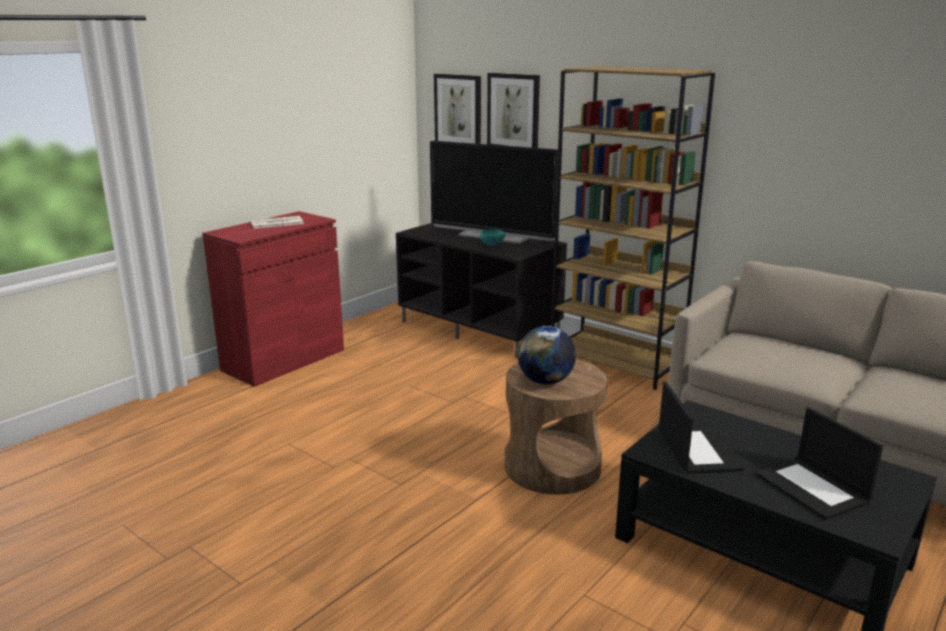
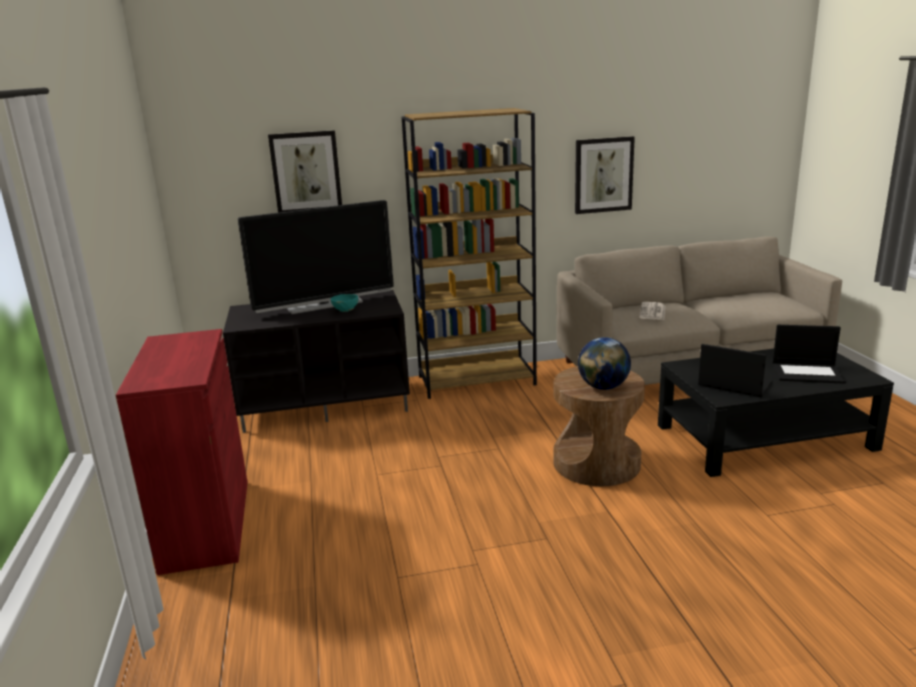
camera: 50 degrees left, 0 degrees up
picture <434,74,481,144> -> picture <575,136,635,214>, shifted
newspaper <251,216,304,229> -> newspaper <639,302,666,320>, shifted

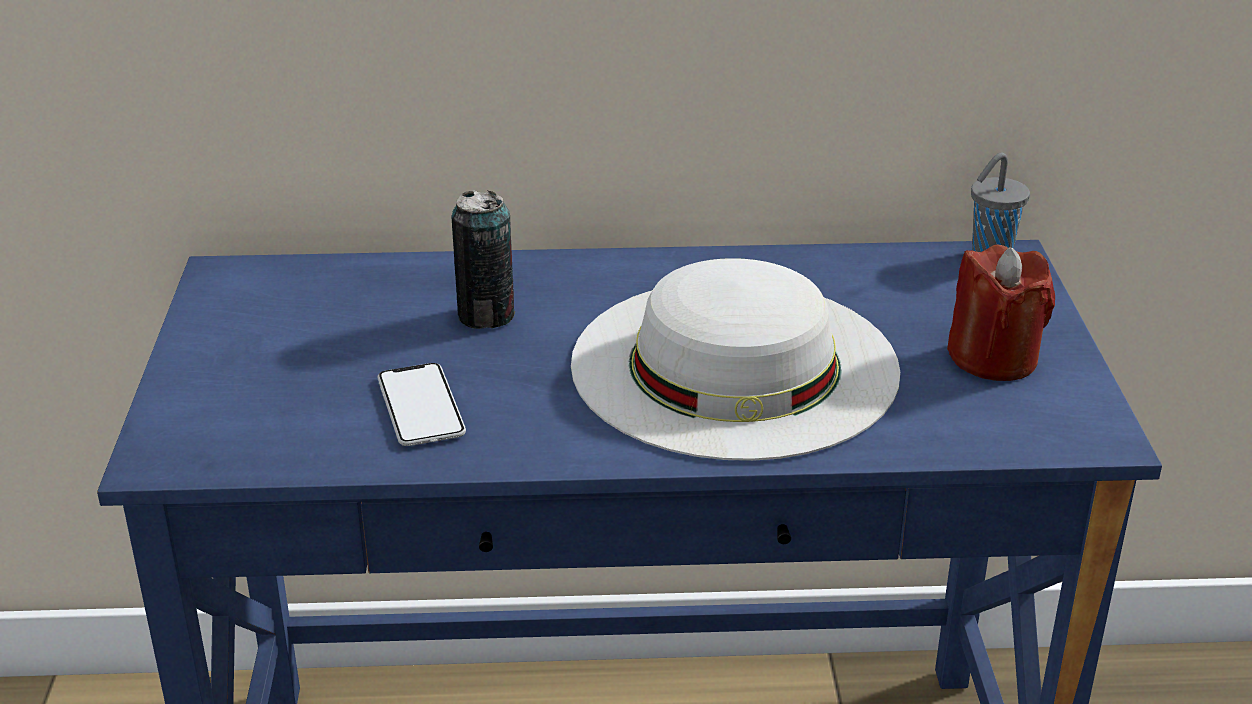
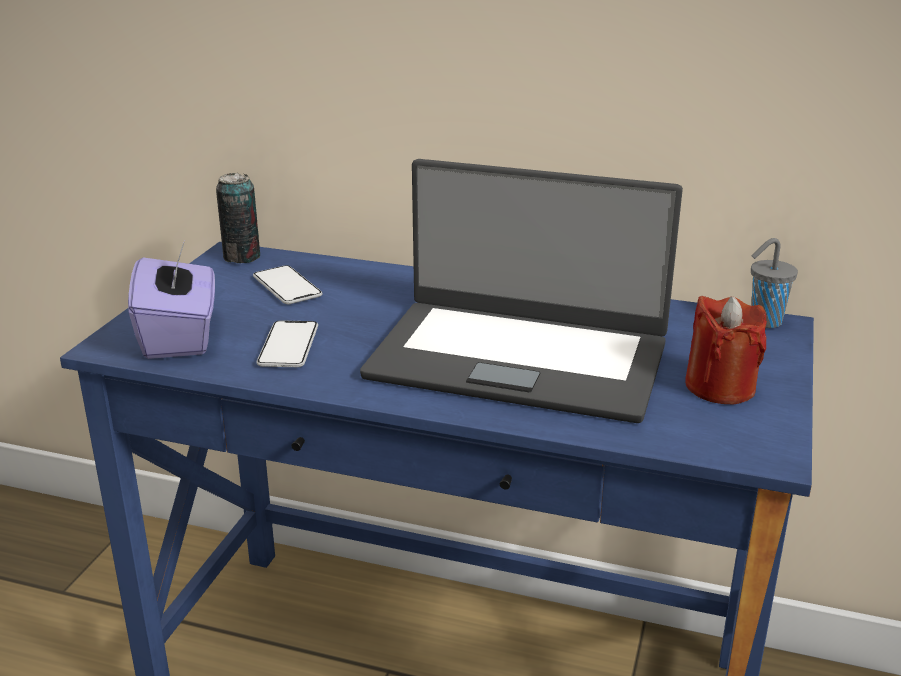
camera: 20 degrees right, 5 degrees down
none -> purple tissue box <128,241,215,359>
can <451,190,515,329> -> can <216,173,260,263>, shifted
none -> phone <253,265,323,305>
white hat <571,258,900,461> -> laptop <360,159,683,423>

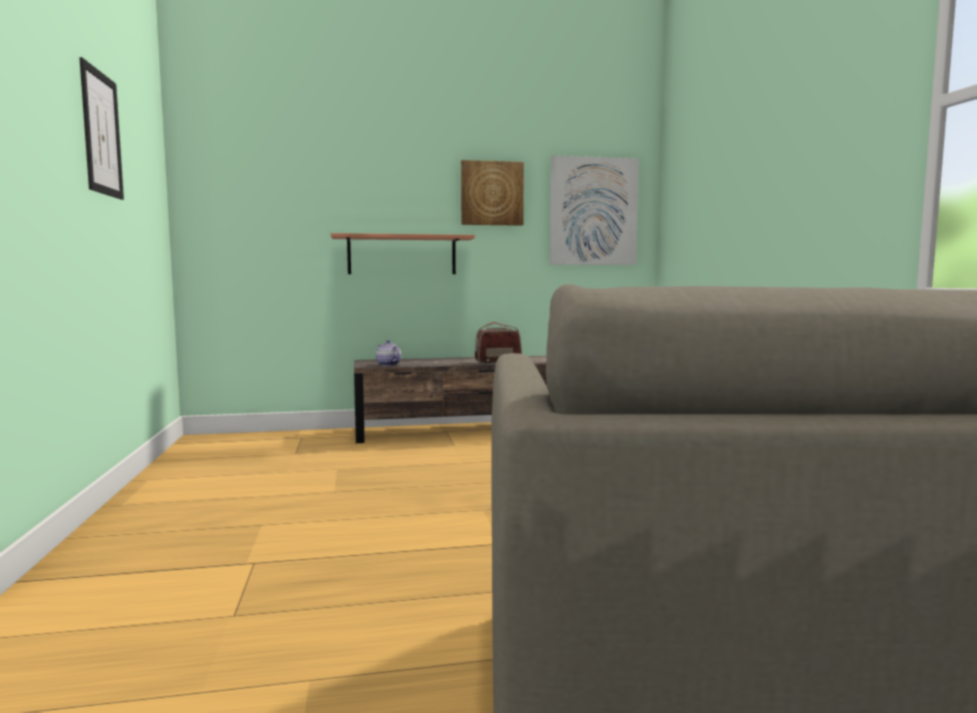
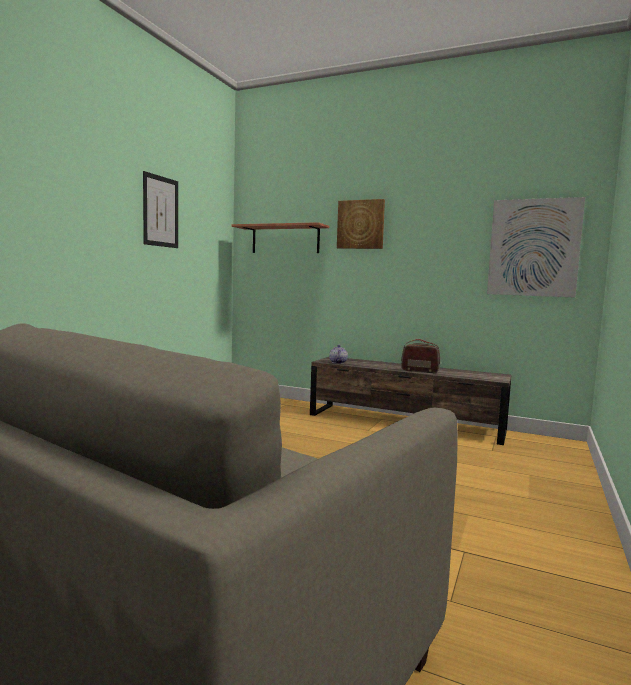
camera: 35 degrees right, 0 degrees up
shelf <331,233,475,274> -> shelf <232,222,329,253>, shifted
picture <461,160,524,226> -> picture <337,199,385,249>, shifted

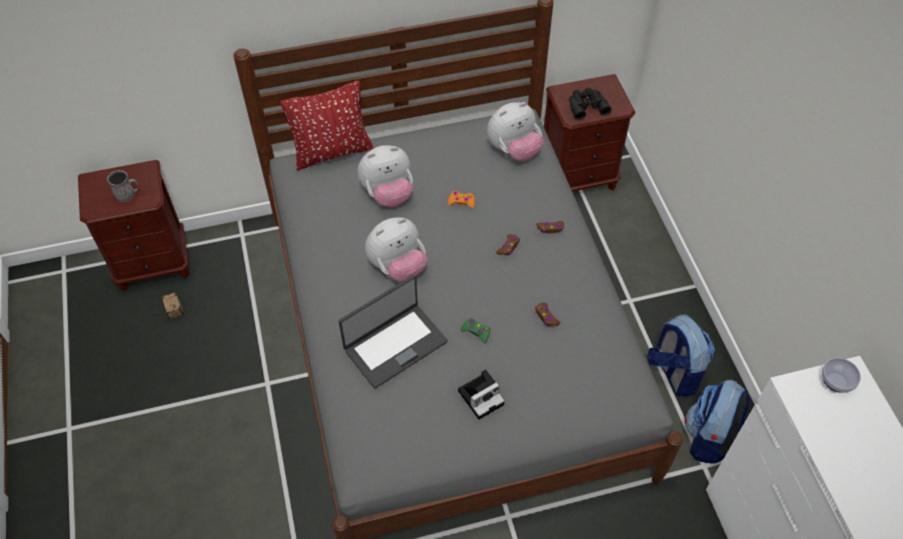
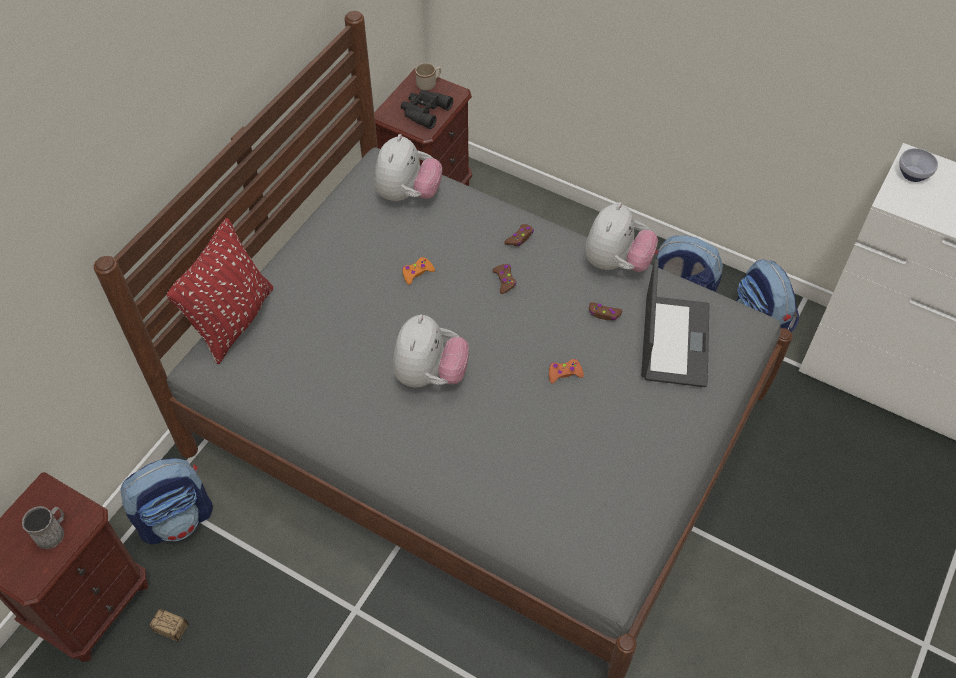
camera: 45 degrees left, 0 degrees up
none -> backpack <120,458,213,544>
none -> beige mug <415,63,441,91>
green game controller <461,318,490,343> -> orange game controller <549,359,584,383>
plush toy <357,145,413,207> -> plush toy <585,202,658,272>, shifted
laptop <339,275,448,388> -> laptop <641,259,709,387>, shifted
photo camera <458,369,505,419> -> none

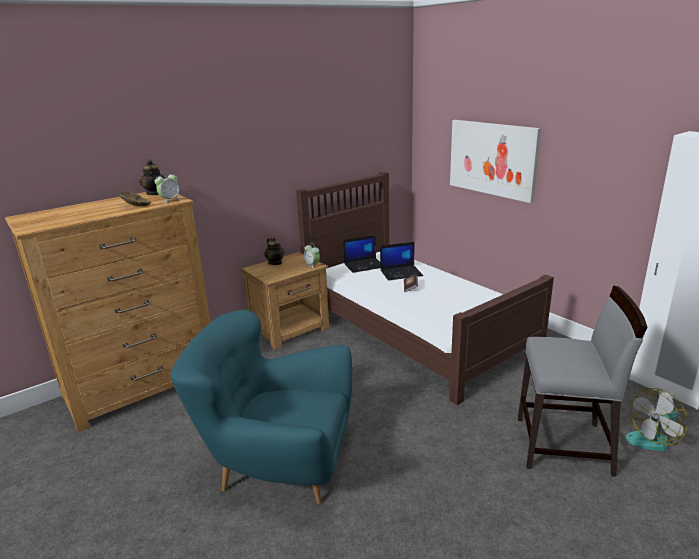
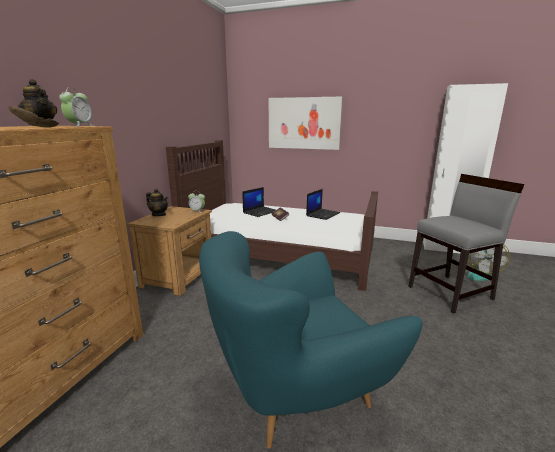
camera: 35 degrees left, 5 degrees down
laptop <343,235,380,273> -> laptop <306,189,340,220>, shifted

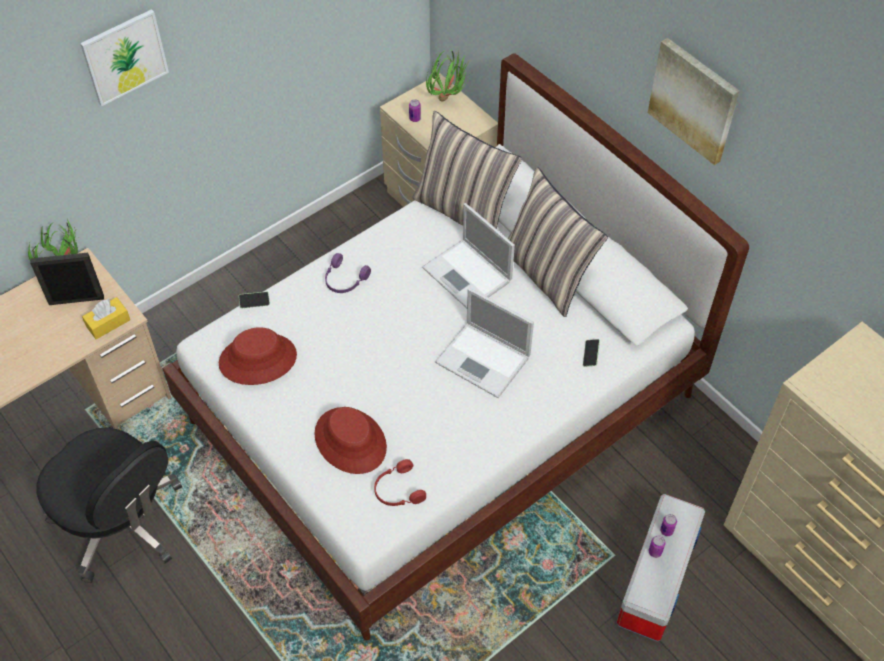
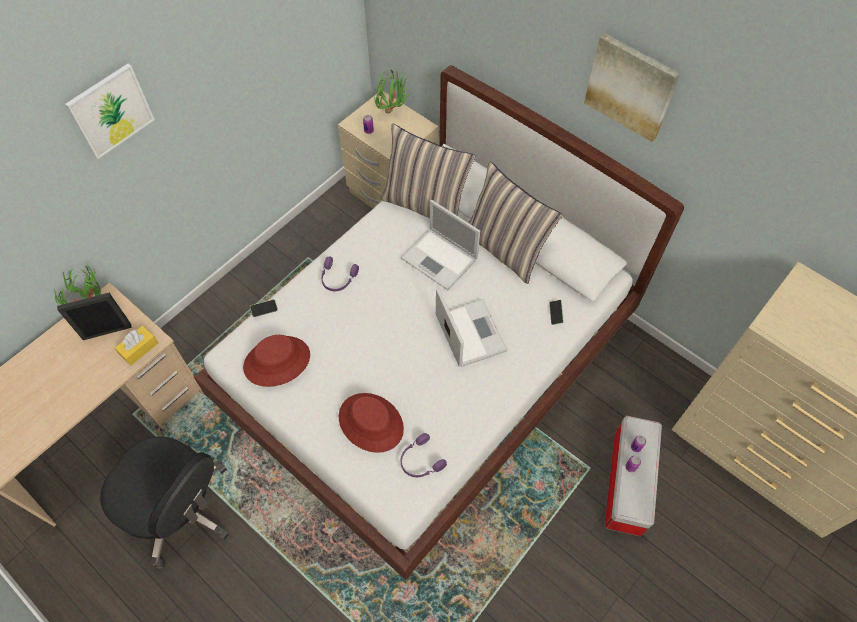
camera: 10 degrees left, 5 degrees up
red headphones <374,459,426,506> -> purple headphones <401,433,447,477>
laptop <435,288,534,398> -> laptop <436,288,507,367>, 135 degrees counterclockwise

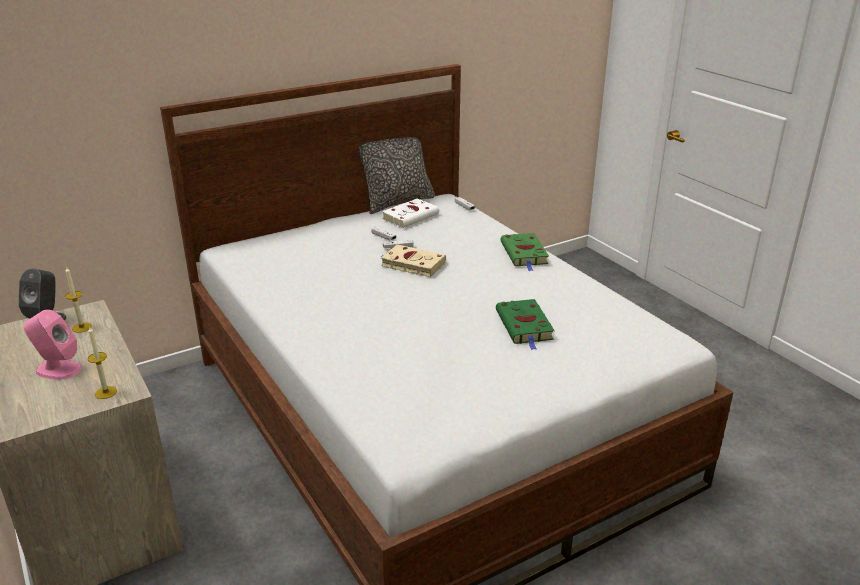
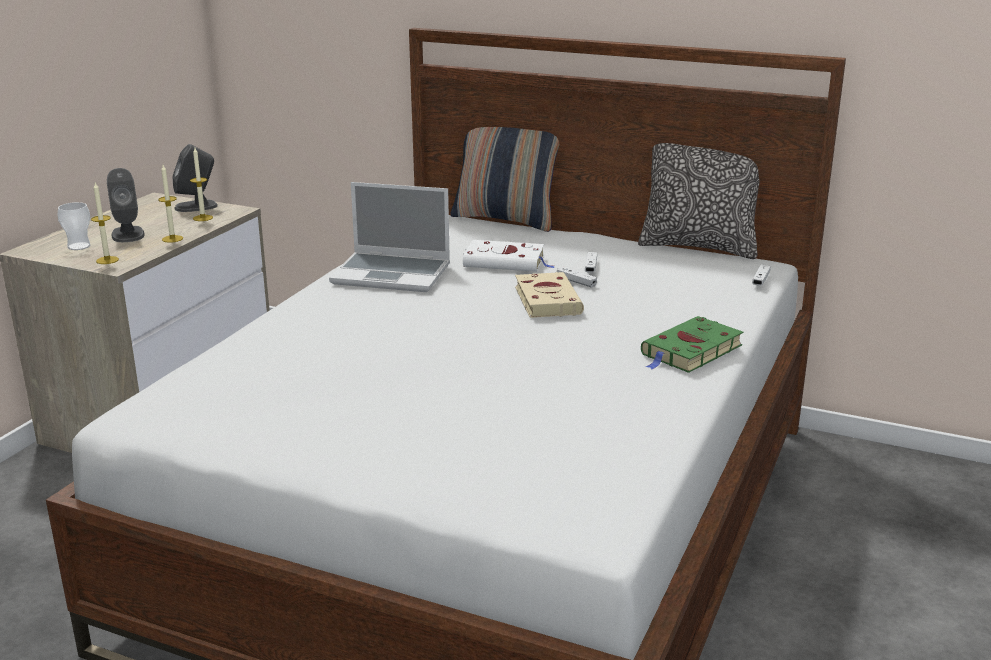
camera: 55 degrees right, 5 degrees down
none -> cup <58,202,90,250>
pink speaker <24,310,82,379> -> grey speaker <107,168,145,242>
none -> candle <158,165,183,243>
none -> laptop <329,182,450,292>
none -> pillow <451,127,559,232>
white book <382,198,439,228> -> white book <463,240,554,272>, shifted
green book <496,299,555,350> -> none

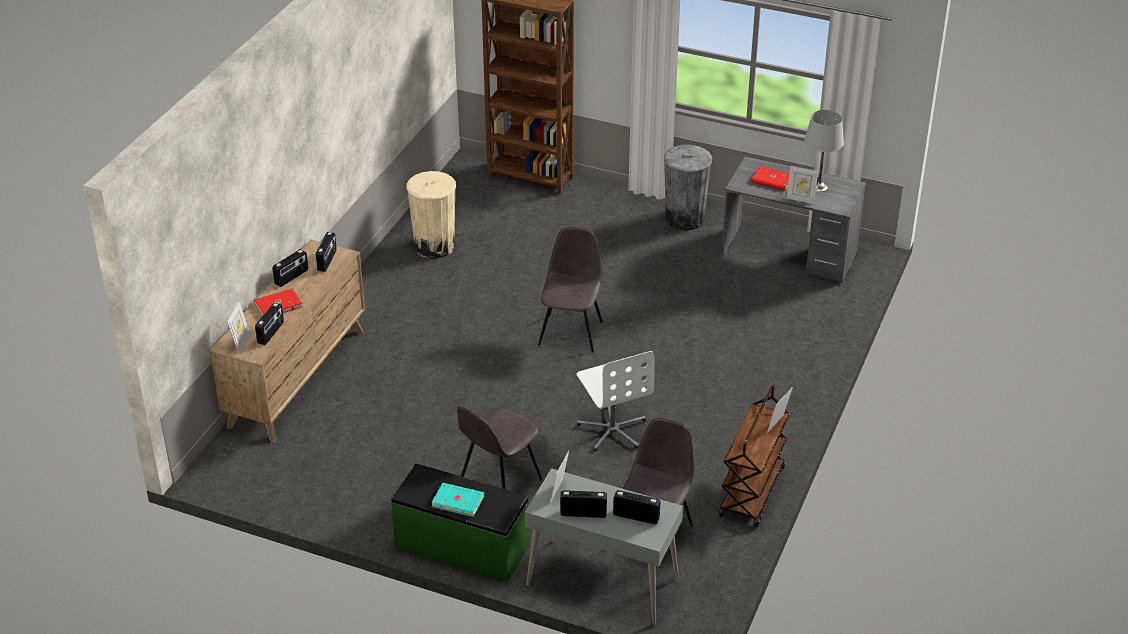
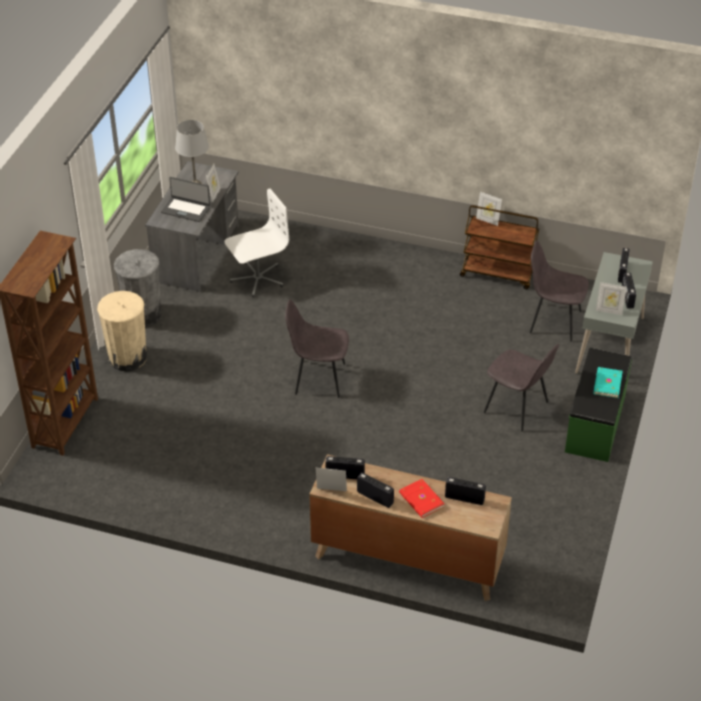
camera: 95 degrees left, 5 degrees up
beige trash can <406,171,456,259> -> beige trash can <97,291,147,371>, shifted
red book <751,166,790,191> -> laptop <161,177,210,222>
white office chair <576,351,654,451> -> white office chair <224,189,289,297>, shifted
picture frame <227,302,250,353> -> picture frame <316,468,347,491>, shifted

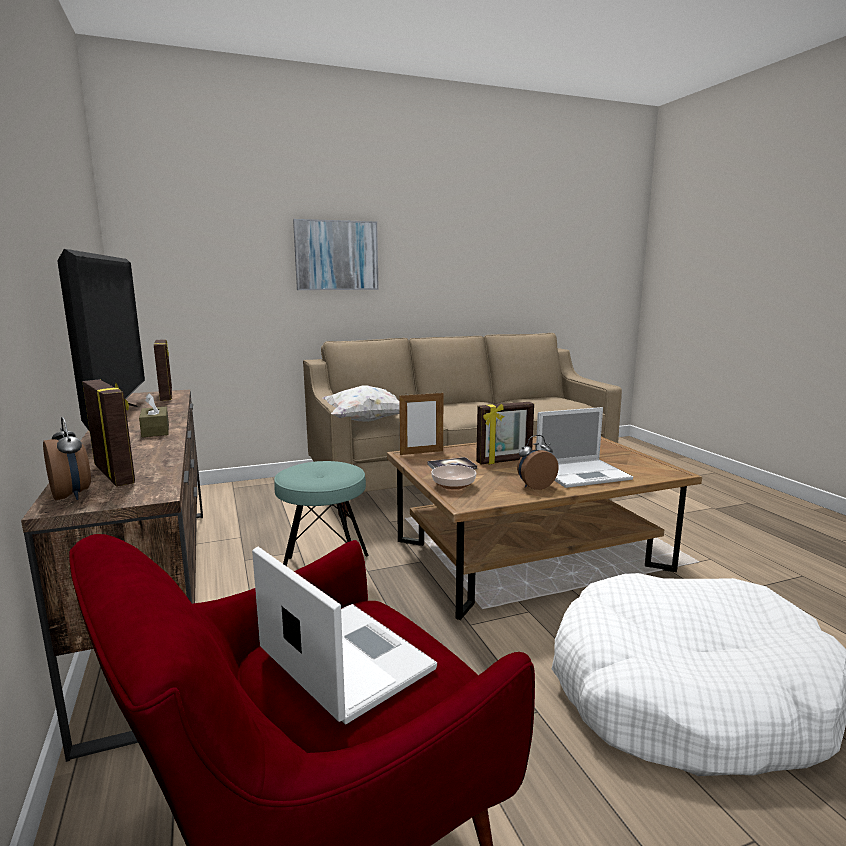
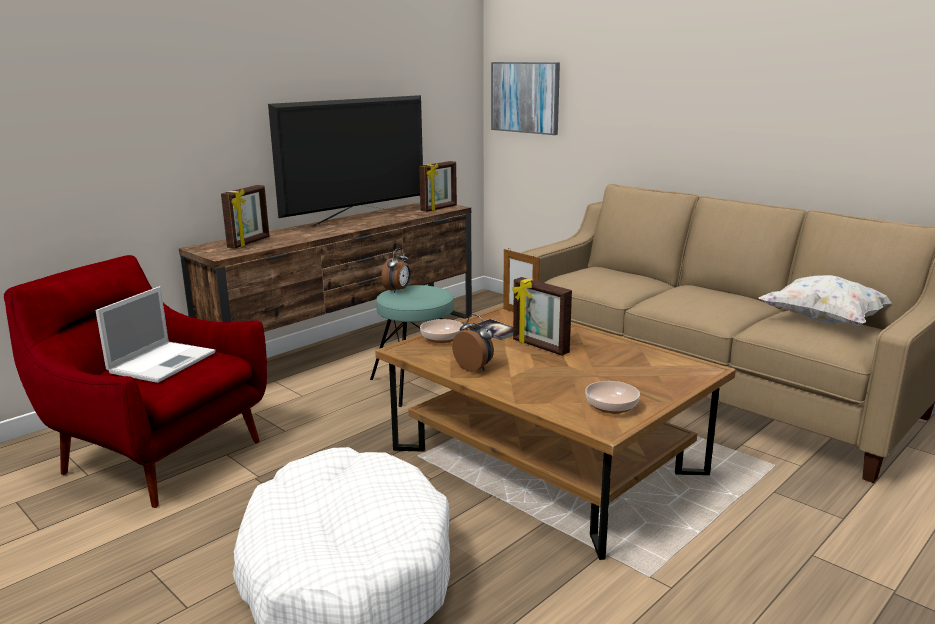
camera: 65 degrees right, 5 degrees up
alarm clock <43,417,91,500> -> alarm clock <382,248,410,293>, shifted
picture <293,219,379,290> -> picture <491,62,560,135>, shifted
none -> bowl <585,381,640,414>
white pillow <322,386,400,422> -> white pillow <759,275,891,326>, shifted
brown tissue box <139,393,169,437> -> none
laptop <536,407,633,488> -> none

